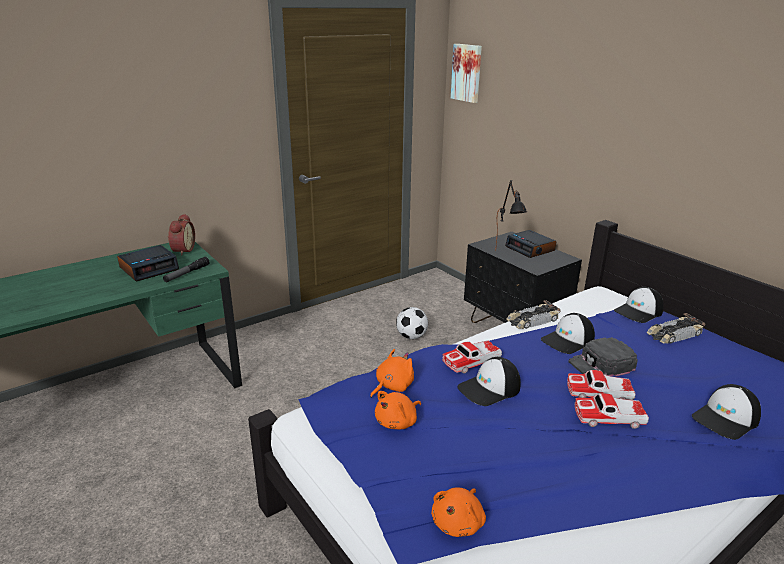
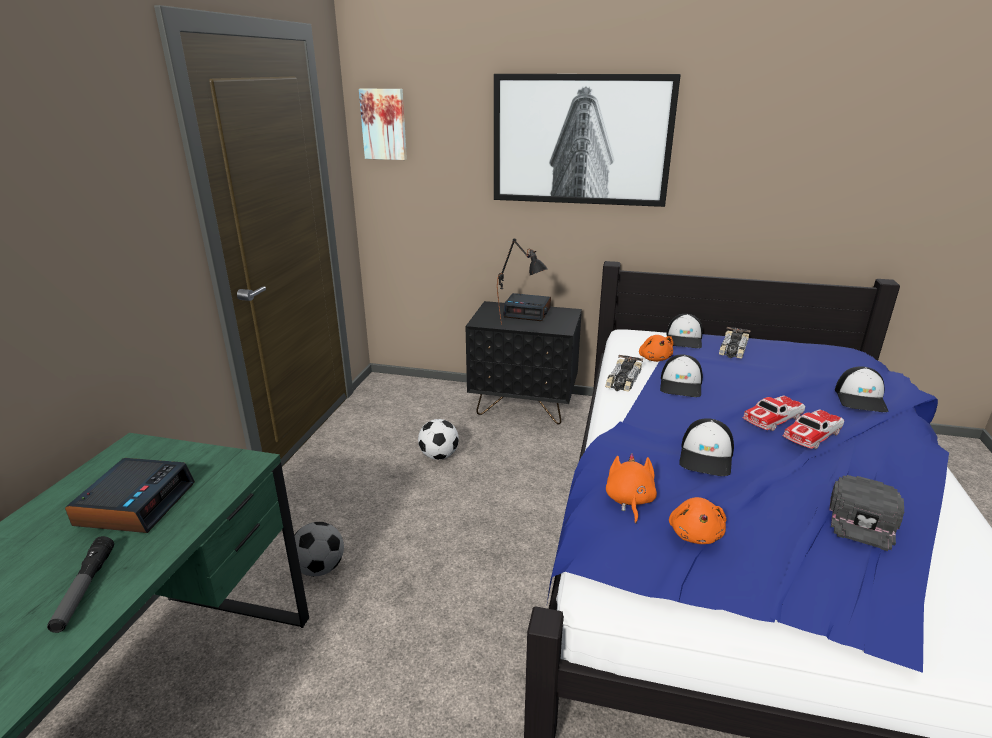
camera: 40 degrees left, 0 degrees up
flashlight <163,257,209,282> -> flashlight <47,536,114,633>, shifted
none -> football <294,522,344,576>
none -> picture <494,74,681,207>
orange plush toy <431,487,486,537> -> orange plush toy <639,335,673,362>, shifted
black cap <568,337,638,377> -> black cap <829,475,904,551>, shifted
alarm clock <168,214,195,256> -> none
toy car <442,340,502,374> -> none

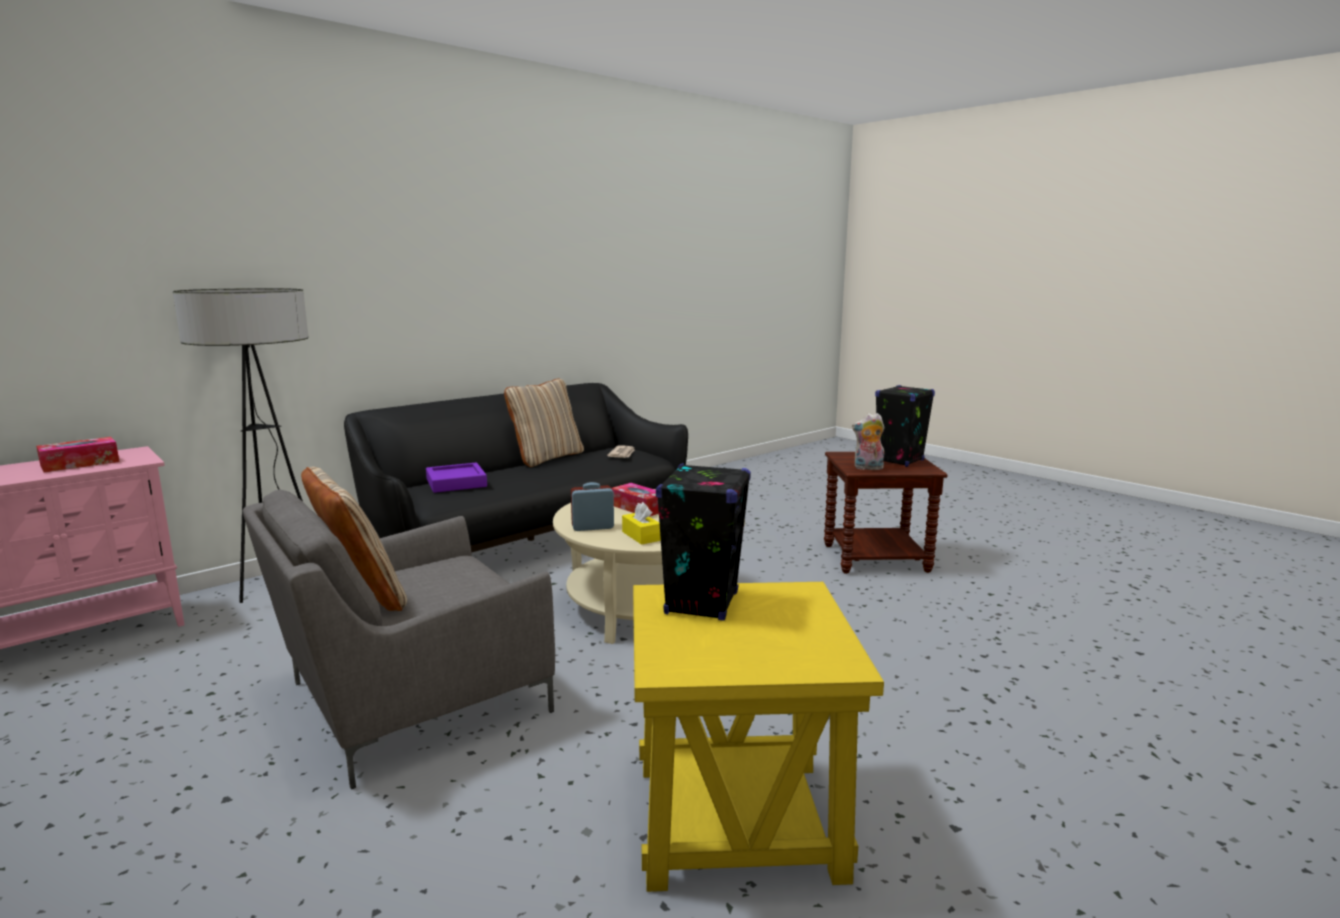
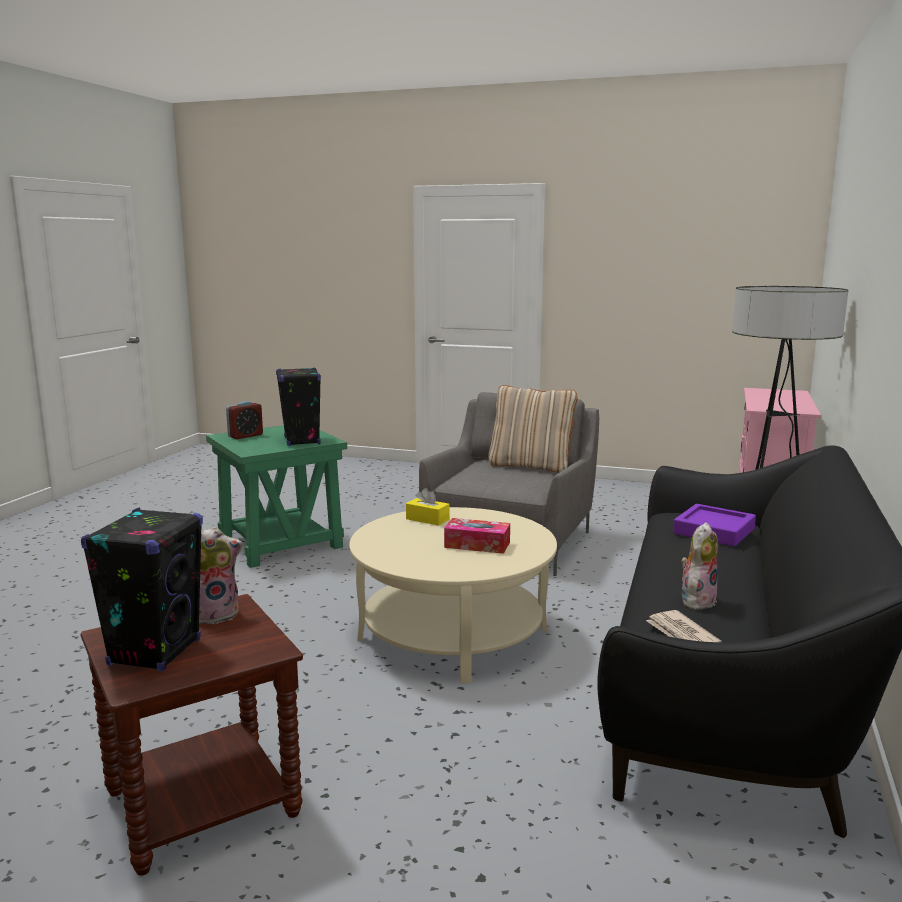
camera: 150 degrees right, 0 degrees up
yellow side table <633,582,884,892> -> green side table <206,425,347,568>
alarm clock <571,482,614,531> -> alarm clock <226,401,263,439>, shifted
none -> plush toy <681,522,718,610>
tissue box <36,437,120,472> -> none
beige pillow <504,379,584,467> -> none

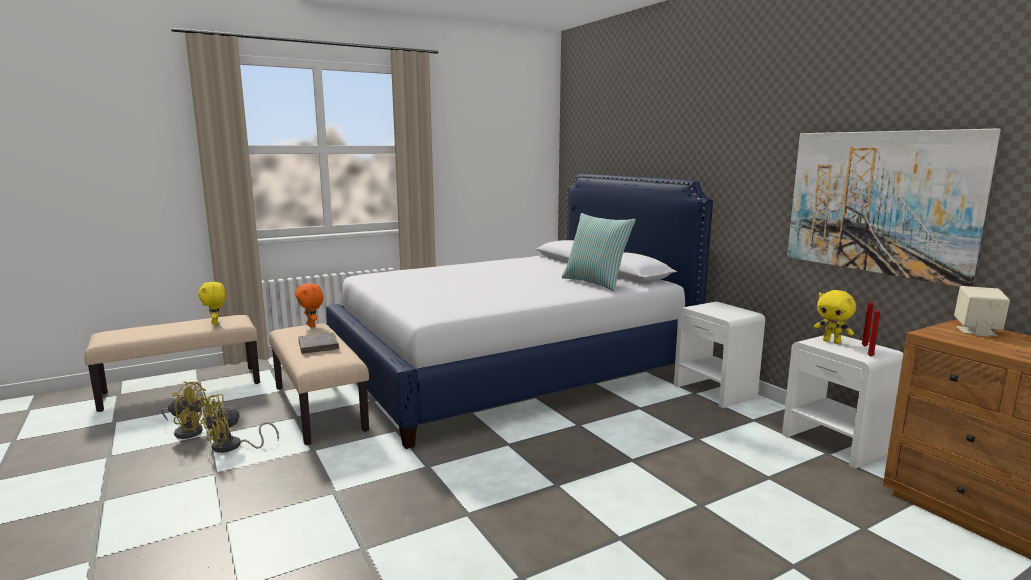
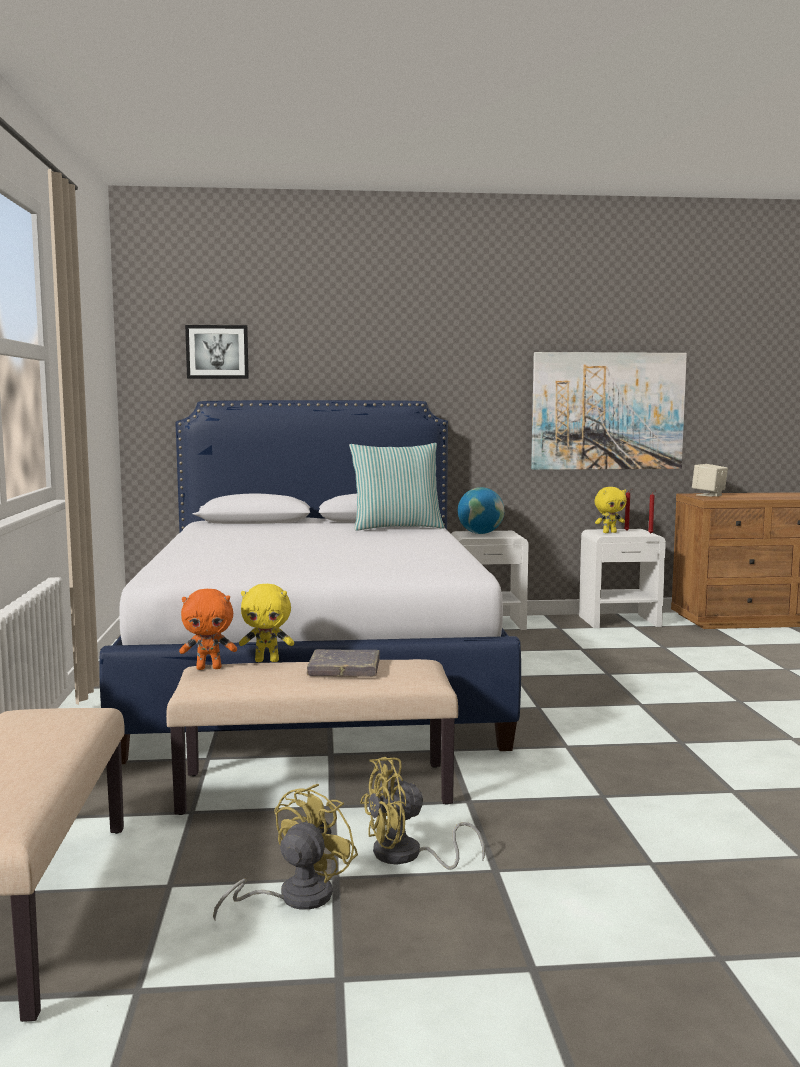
camera: 65 degrees left, 5 degrees down
none -> picture <185,325,249,379>
yellow plush toy <198,282,226,325> -> yellow plush toy <239,584,294,662>, shifted
yellow fan <201,394,279,453> -> yellow fan <360,757,485,870>, 90 degrees clockwise
none -> globe <458,487,505,534>

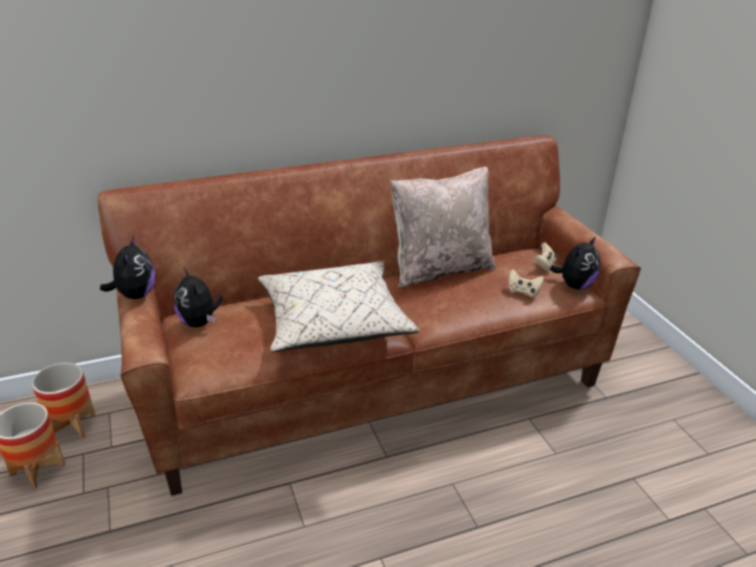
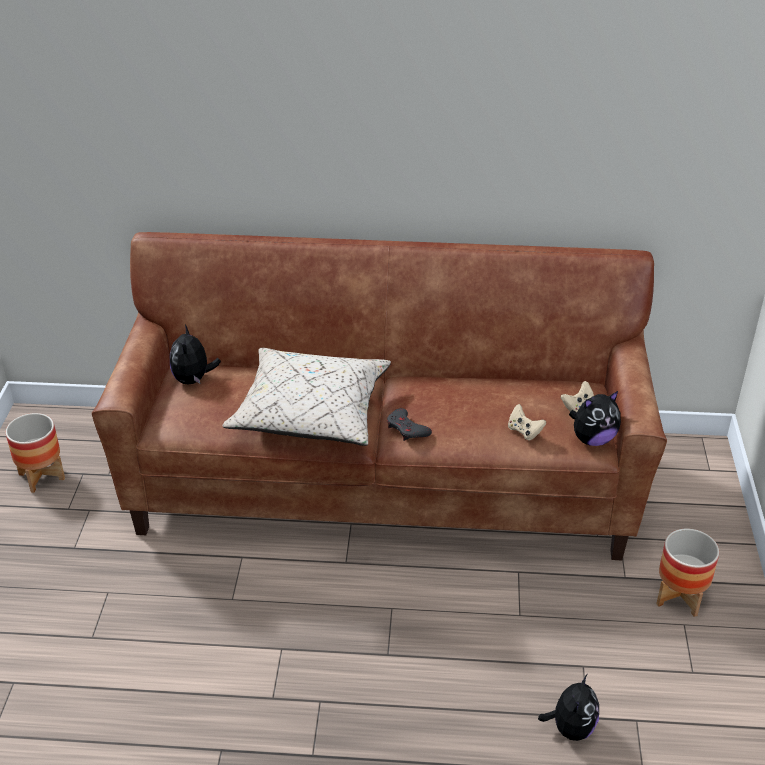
camera: 25 degrees right, 5 degrees up
none -> grey game controller <387,408,432,441>
plush toy <100,236,155,299> -> plush toy <538,675,599,741>, shifted
planter <32,363,95,438> -> planter <656,529,719,617>, shifted
beige pillow <391,167,496,287> -> none

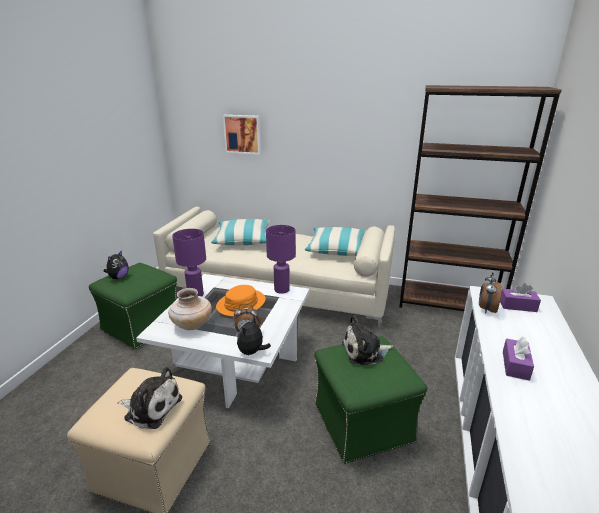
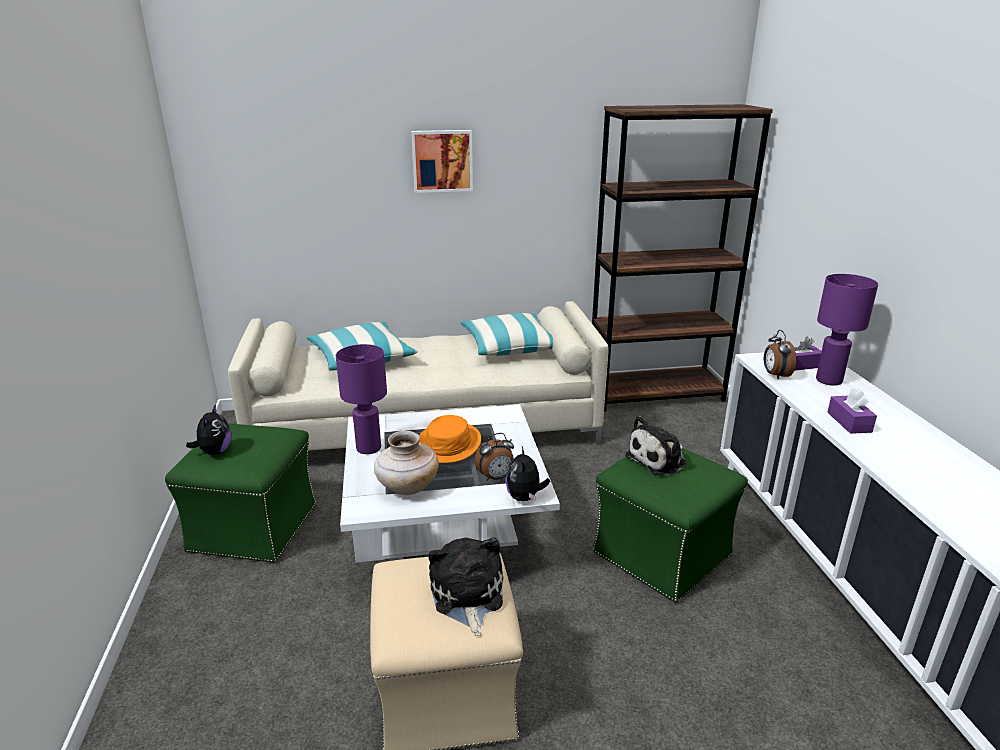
camera: 25 degrees left, 0 degrees up
picture <223,115,261,155> -> picture <411,130,473,193>, shifted
plush toy <117,367,182,429> -> plush toy <428,537,503,636>, 90 degrees counterclockwise
purple table lamp <266,225,296,294> -> purple table lamp <816,274,878,386>, shifted

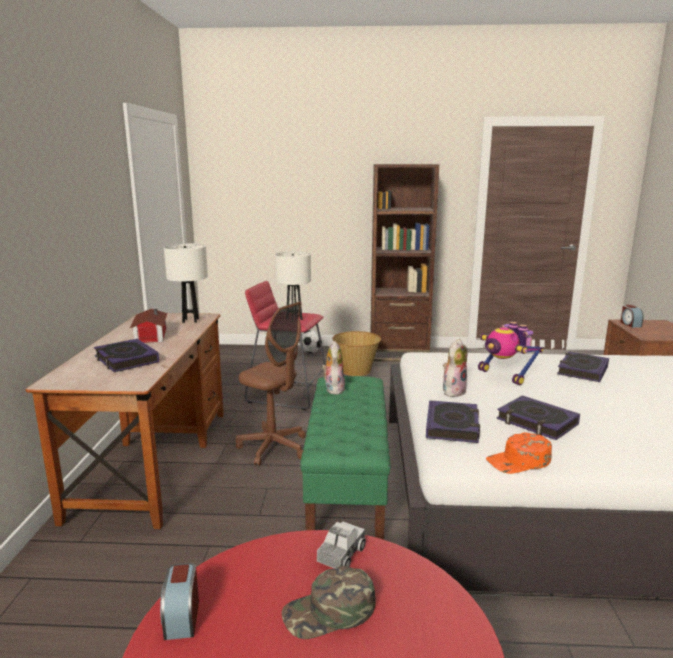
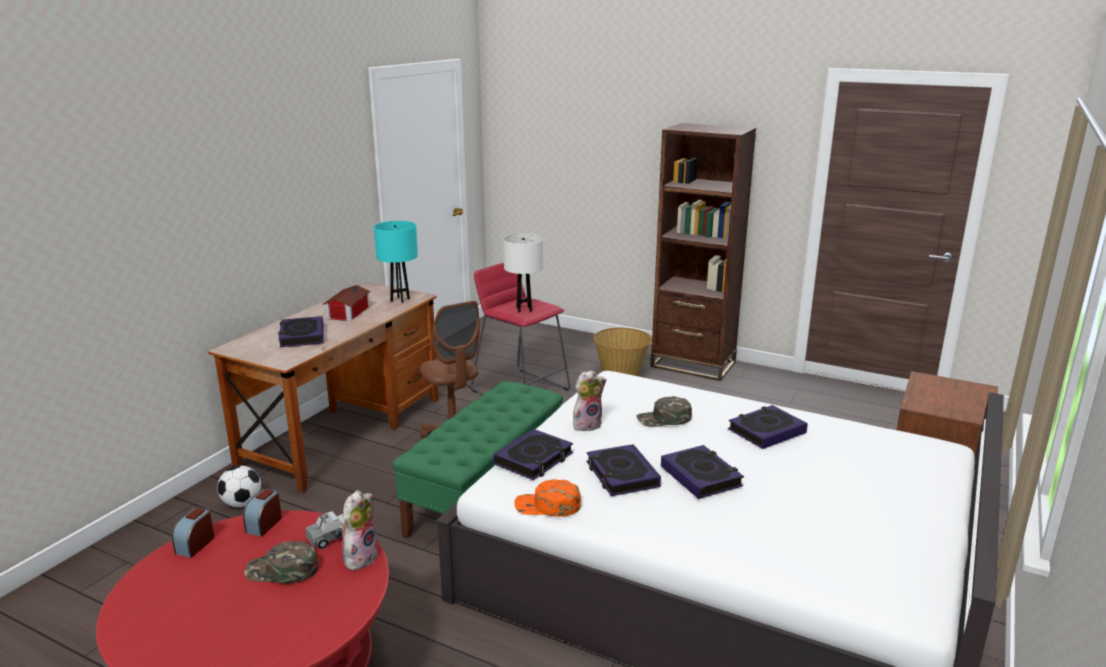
camera: 25 degrees right, 5 degrees up
football <299,330,322,353> -> football <217,466,261,507>, shifted
alarm clock <620,305,644,328> -> alarm clock <243,489,282,537>, shifted
plush toy <322,341,345,395> -> plush toy <341,490,379,572>, shifted
white table lamp <164,244,208,323> -> turquoise table lamp <374,221,418,303>
toy robot <478,322,543,385> -> green cap <636,396,692,427>
none -> book <661,445,744,499>

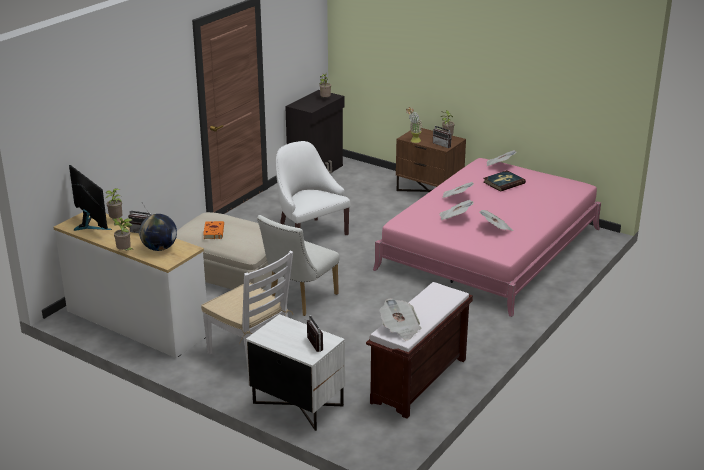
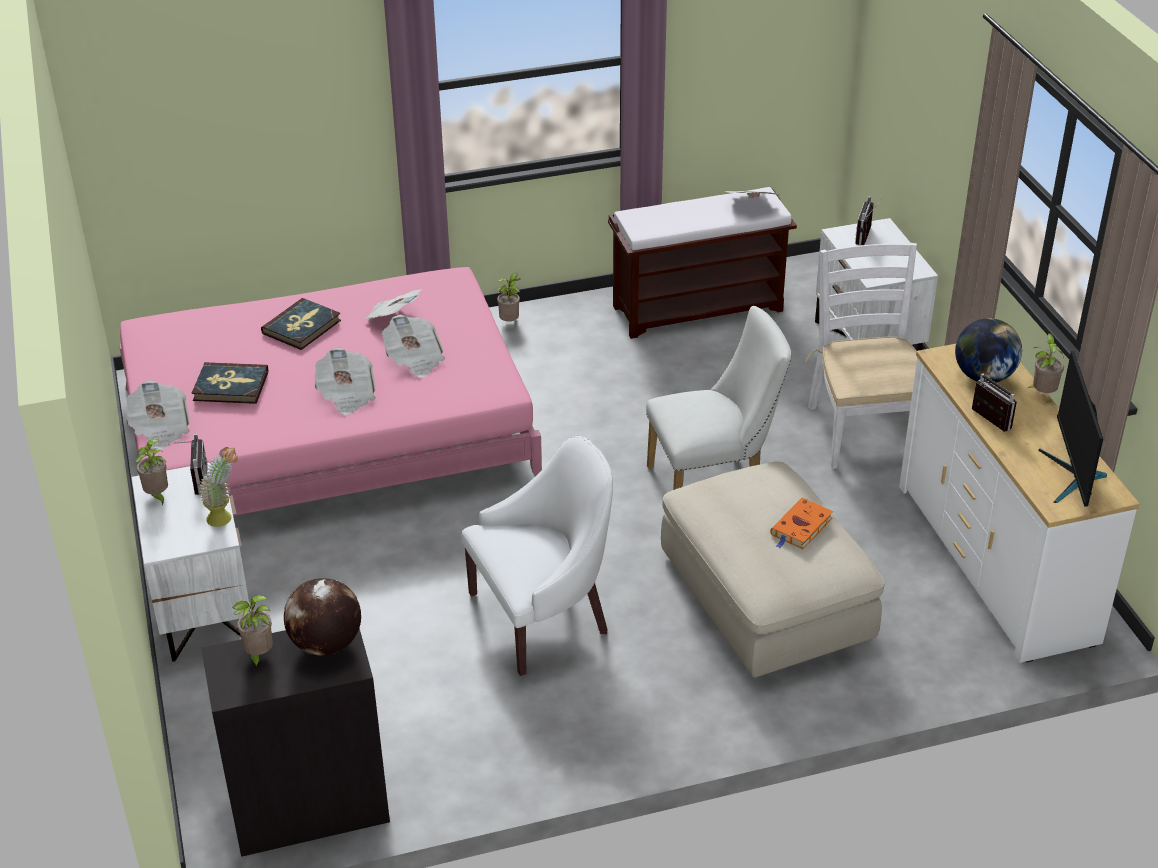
camera: 140 degrees left, 10 degrees up
brown nightstand <396,128,466,192> -> white nightstand <132,462,251,662>
none -> book <261,298,341,350>
none -> globe <284,578,361,656>
white armchair <276,141,350,235> -> white armchair <461,435,613,676>, 120 degrees counterclockwise
potted plant <106,188,122,222> -> potted plant <497,273,520,321>, shifted

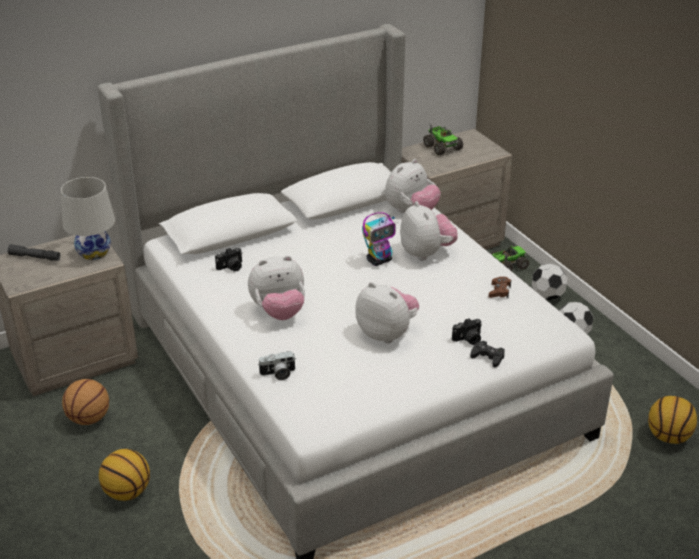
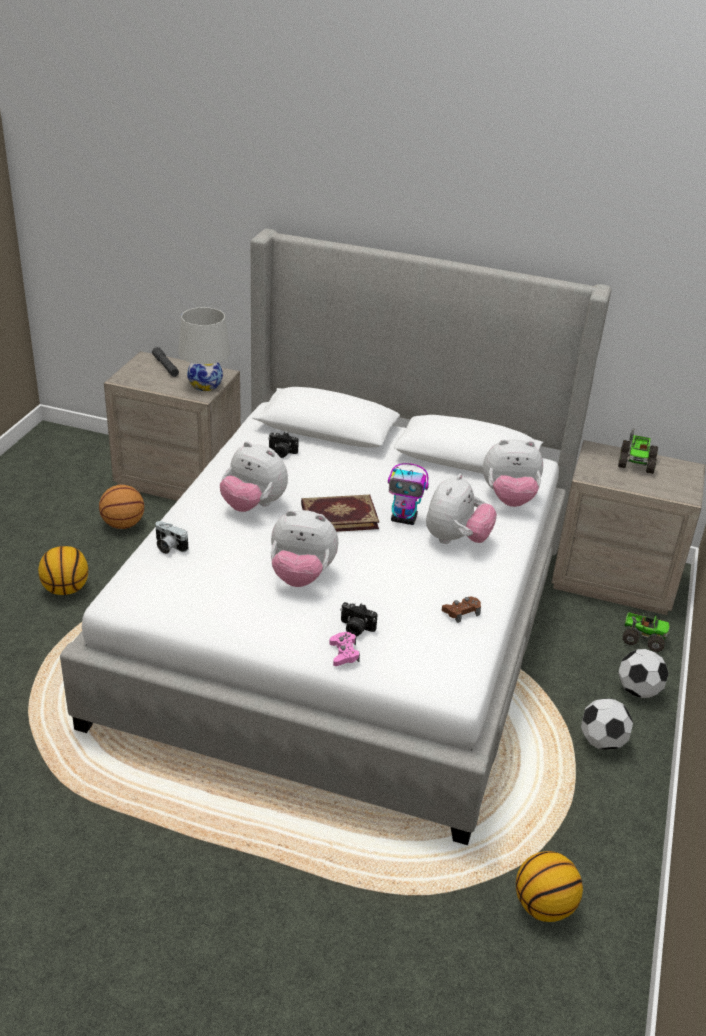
camera: 45 degrees right, 0 degrees up
plush toy <355,282,419,343> -> plush toy <271,510,338,587>, 105 degrees clockwise
none -> book <301,495,379,532>
black game controller <470,341,505,368> -> pink game controller <329,632,360,666>

